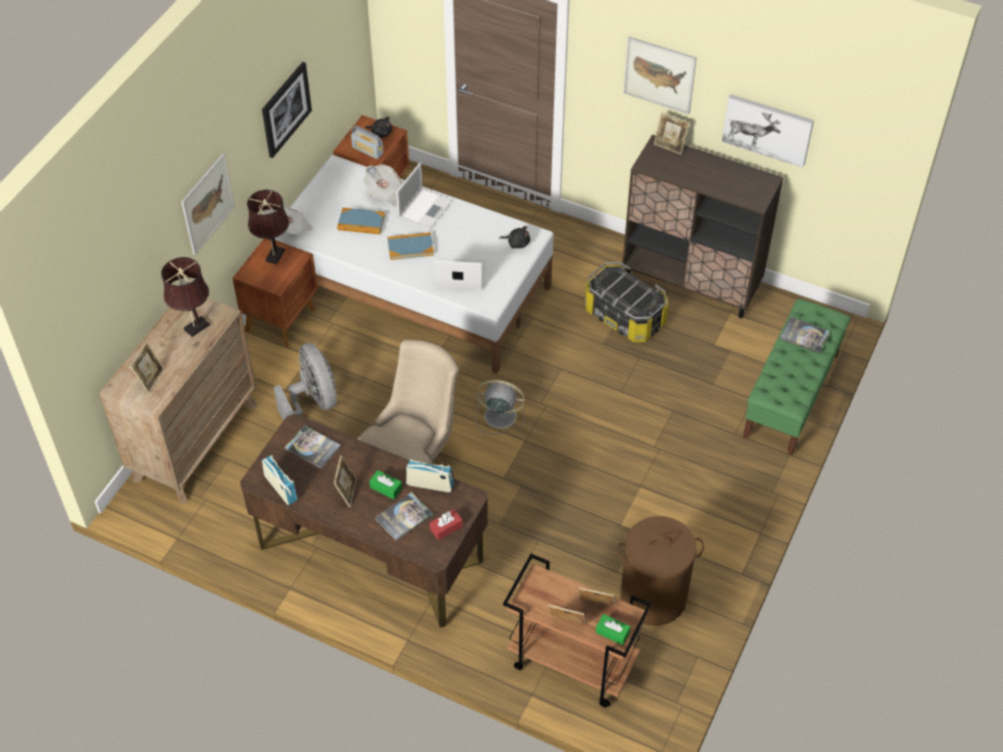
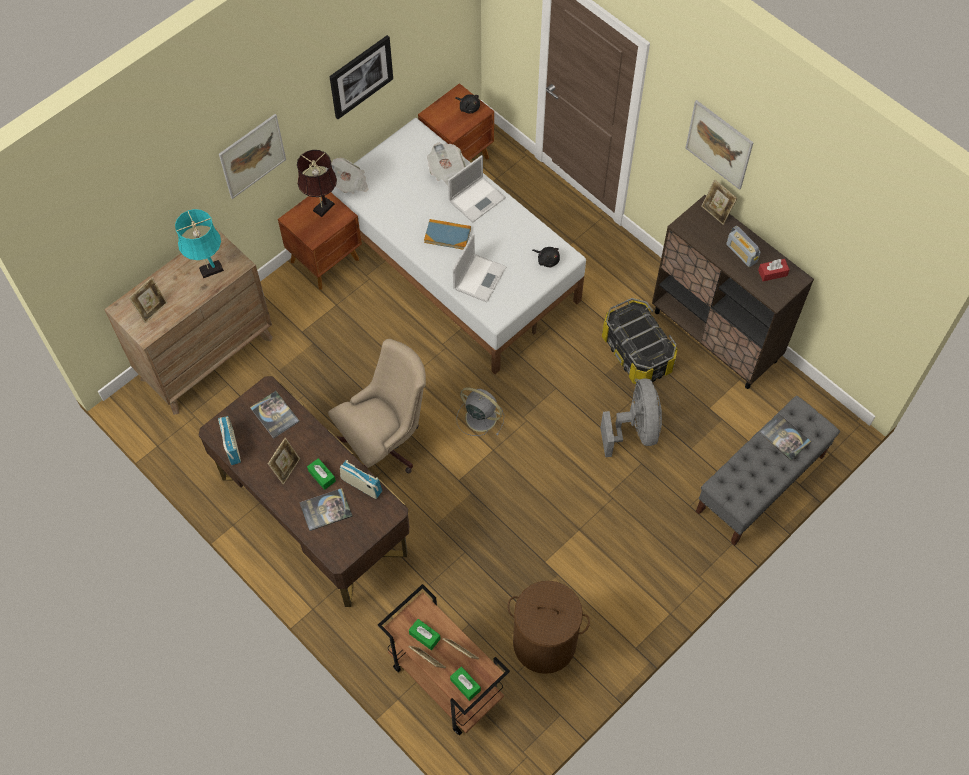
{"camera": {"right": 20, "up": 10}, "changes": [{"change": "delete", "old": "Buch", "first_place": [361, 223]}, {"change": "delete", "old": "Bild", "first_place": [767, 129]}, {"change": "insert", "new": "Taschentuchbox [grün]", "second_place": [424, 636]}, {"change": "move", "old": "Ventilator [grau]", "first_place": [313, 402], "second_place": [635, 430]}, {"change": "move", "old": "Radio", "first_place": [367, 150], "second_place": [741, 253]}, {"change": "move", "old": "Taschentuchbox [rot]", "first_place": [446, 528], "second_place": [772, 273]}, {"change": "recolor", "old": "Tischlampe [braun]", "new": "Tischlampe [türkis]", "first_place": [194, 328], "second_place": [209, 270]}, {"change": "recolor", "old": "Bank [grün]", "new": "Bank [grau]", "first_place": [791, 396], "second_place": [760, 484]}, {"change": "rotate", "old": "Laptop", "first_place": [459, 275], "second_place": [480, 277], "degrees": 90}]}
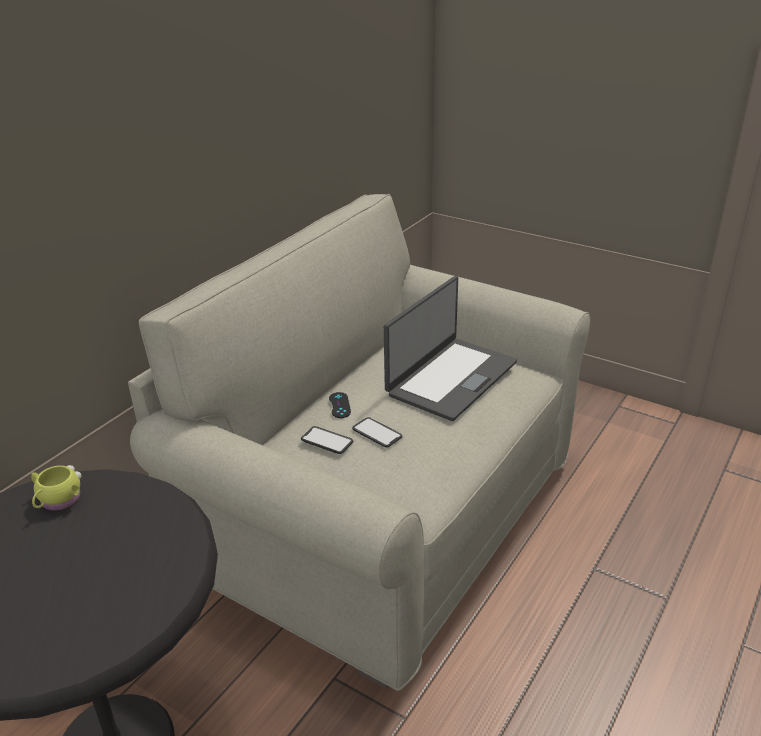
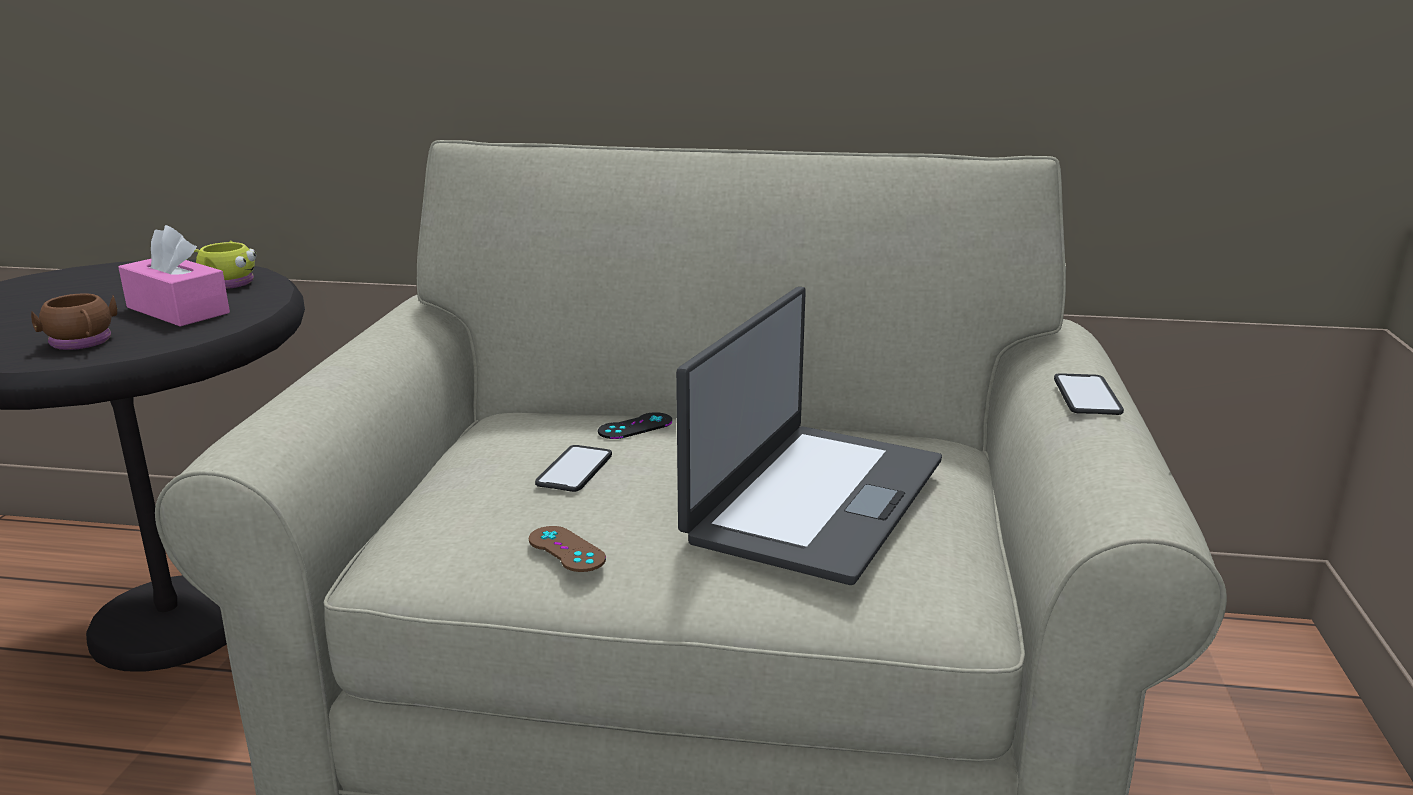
{"camera": {"right": 65, "up": -10}, "changes": [{"change": "insert", "new": "Henkelbecher [braun]", "second_place": [82, 343]}, {"change": "insert", "new": "Taschentuchbox [rosa]", "second_place": [178, 310]}, {"change": "insert", "new": "Gamepad [braun]", "second_place": [566, 549]}, {"change": "move", "old": "Handy", "first_place": [327, 441], "second_place": [1087, 396]}, {"change": "rotate", "old": "Laptop", "first_place": [450, 378], "second_place": [814, 499], "degrees": -75}]}
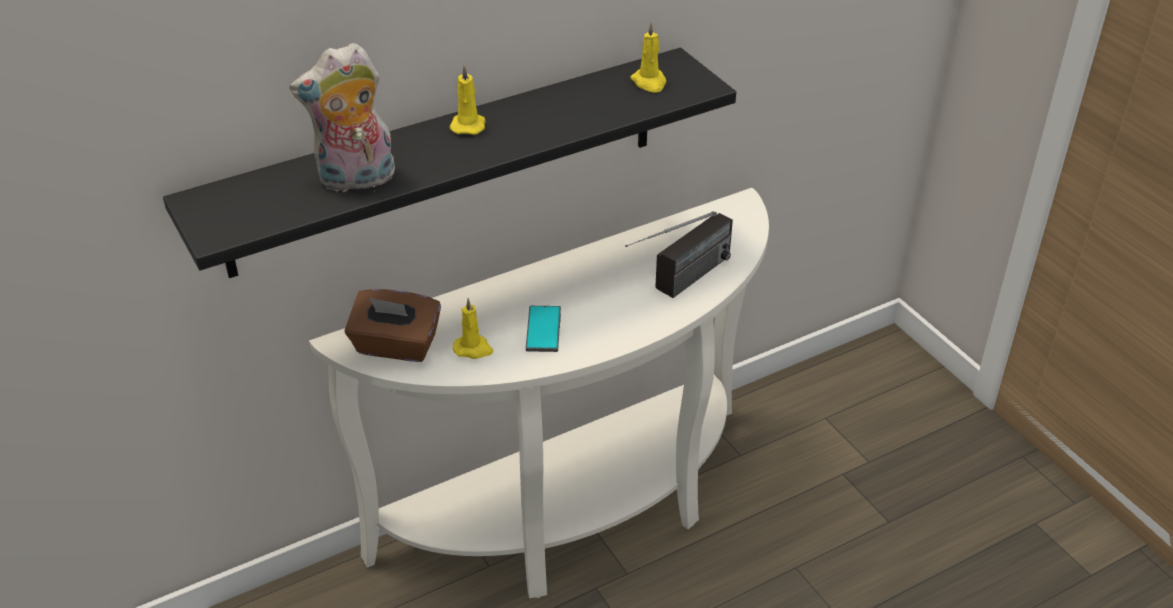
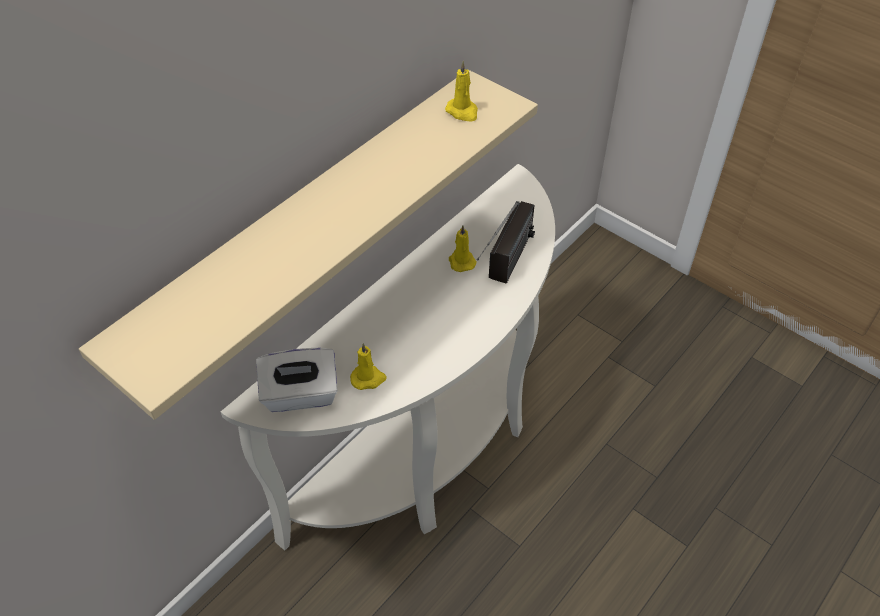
{"camera": {"right": -20, "up": 10}, "changes": [{"change": "delete", "old": "Plüschtier", "first_place": [356, 181]}, {"change": "delete", "old": "Handy", "first_place": [543, 329]}, {"change": "move", "old": "Kerze [gelb]", "first_place": [468, 125], "second_place": [461, 261]}, {"change": "recolor", "old": "Wandregal [schwarz]", "new": "Wandregal [beige]", "first_place": [446, 161], "second_place": [307, 225]}, {"change": "recolor", "old": "Taschentuchbox [braun]", "new": "Taschentuchbox [weiß]", "first_place": [396, 346], "second_place": [300, 395]}]}
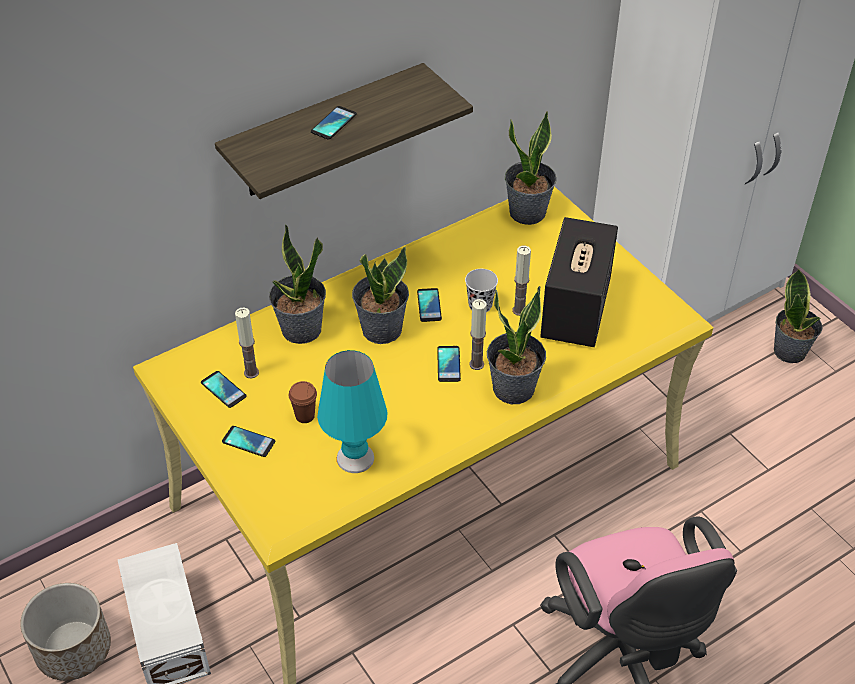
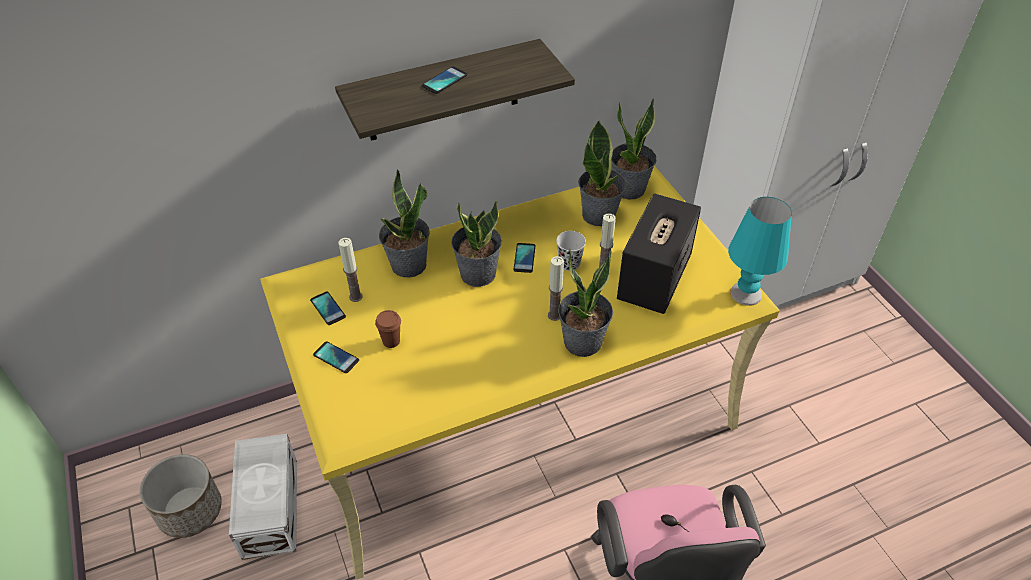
{"camera": {"right": 10, "up": 0}, "changes": [{"change": "delete", "old": "Handy", "first_place": [448, 364]}, {"change": "move", "old": "Tischlampe [türkis]", "first_place": [355, 457], "second_place": [746, 293]}, {"change": "move", "old": "Topfpflanze", "first_place": [790, 351], "second_place": [599, 215]}]}
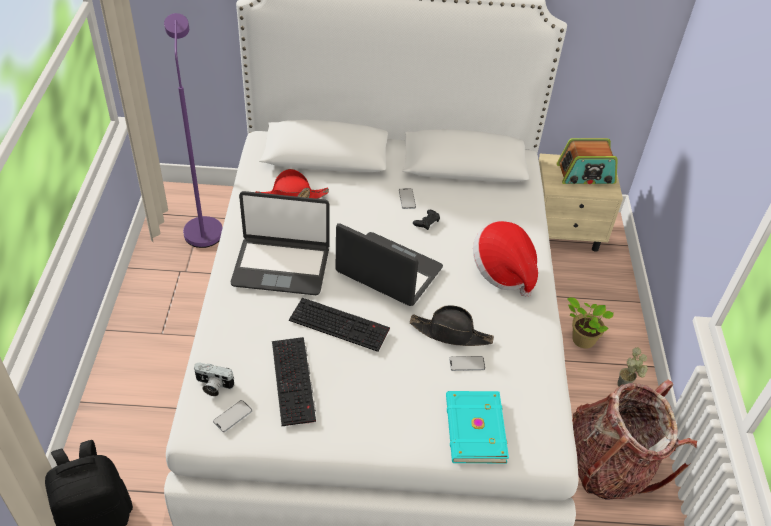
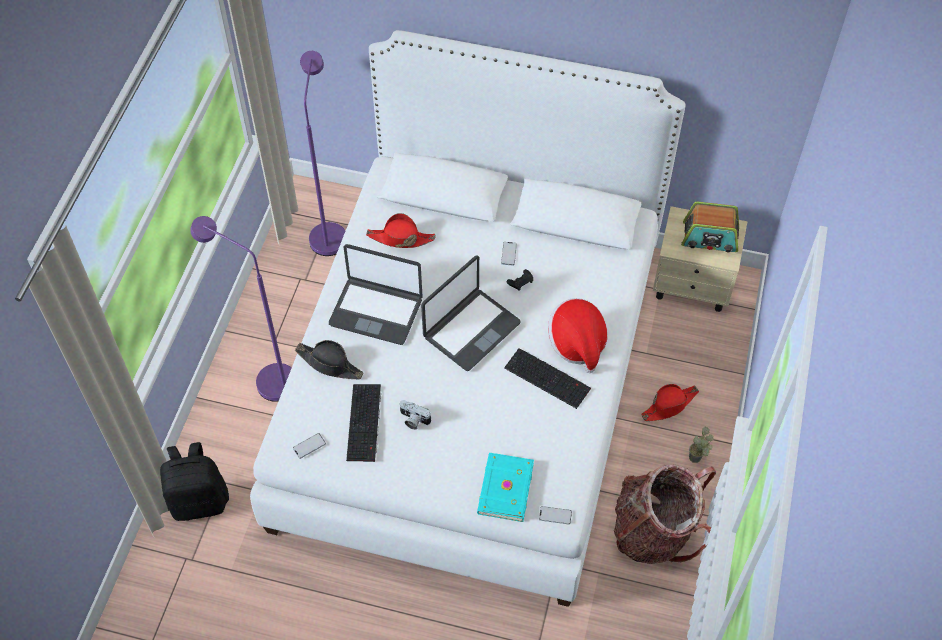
{"camera": {"right": 15, "up": 10}, "changes": [{"change": "insert", "new": "Stehlampe [lila]", "second_place": [267, 378]}, {"change": "move", "old": "Kamera", "first_place": [213, 386], "second_place": [413, 420]}, {"change": "move", "old": "Tastatur", "first_place": [341, 324], "second_place": [548, 378]}, {"change": "move", "old": "Hut [schwarz]", "first_place": [451, 333], "second_place": [330, 364]}, {"change": "move", "old": "Handy", "first_place": [467, 364], "second_place": [555, 515]}, {"change": "replace", "old": "Topfpflanze", "new": "Hut [rot]", "first_place": [581, 339], "second_place": [669, 405]}, {"change": "rotate", "old": "Laptop", "first_place": [388, 271], "second_place": [471, 329], "degrees": 90}]}
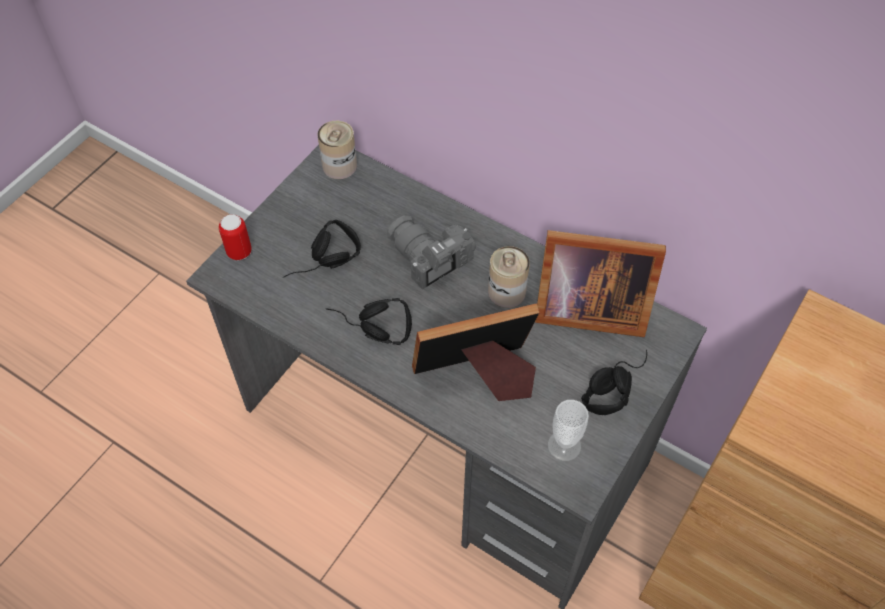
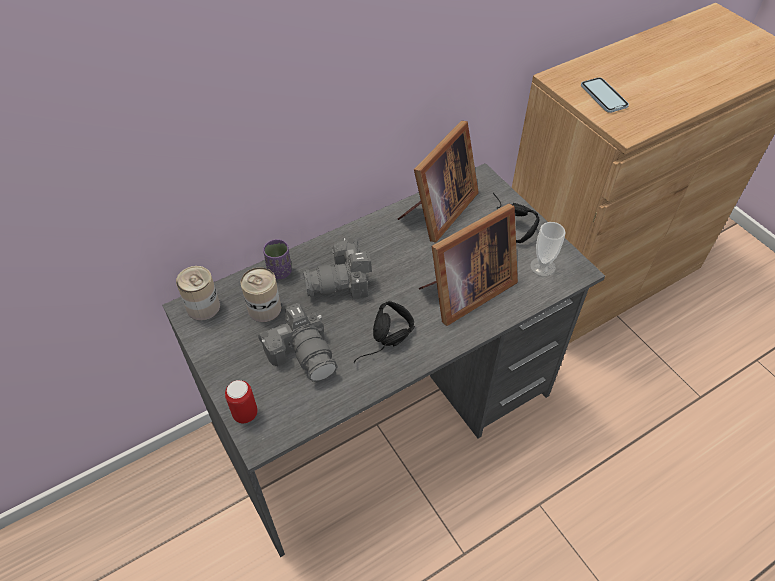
{"camera": {"right": -65, "up": -5}, "changes": [{"change": "insert", "new": "Tasse [lila]", "second_place": [280, 271]}, {"change": "insert", "new": "Handy", "second_place": [603, 96]}, {"change": "move", "old": "Dose", "first_place": [506, 292], "second_place": [264, 308]}, {"change": "replace", "old": "Kopfhörer [schwarz]", "new": "Kamera", "first_place": [325, 266], "second_place": [303, 353]}, {"change": "rotate", "old": "Bilderrahmen", "first_place": [478, 376], "second_place": [464, 292], "degrees": -135}]}
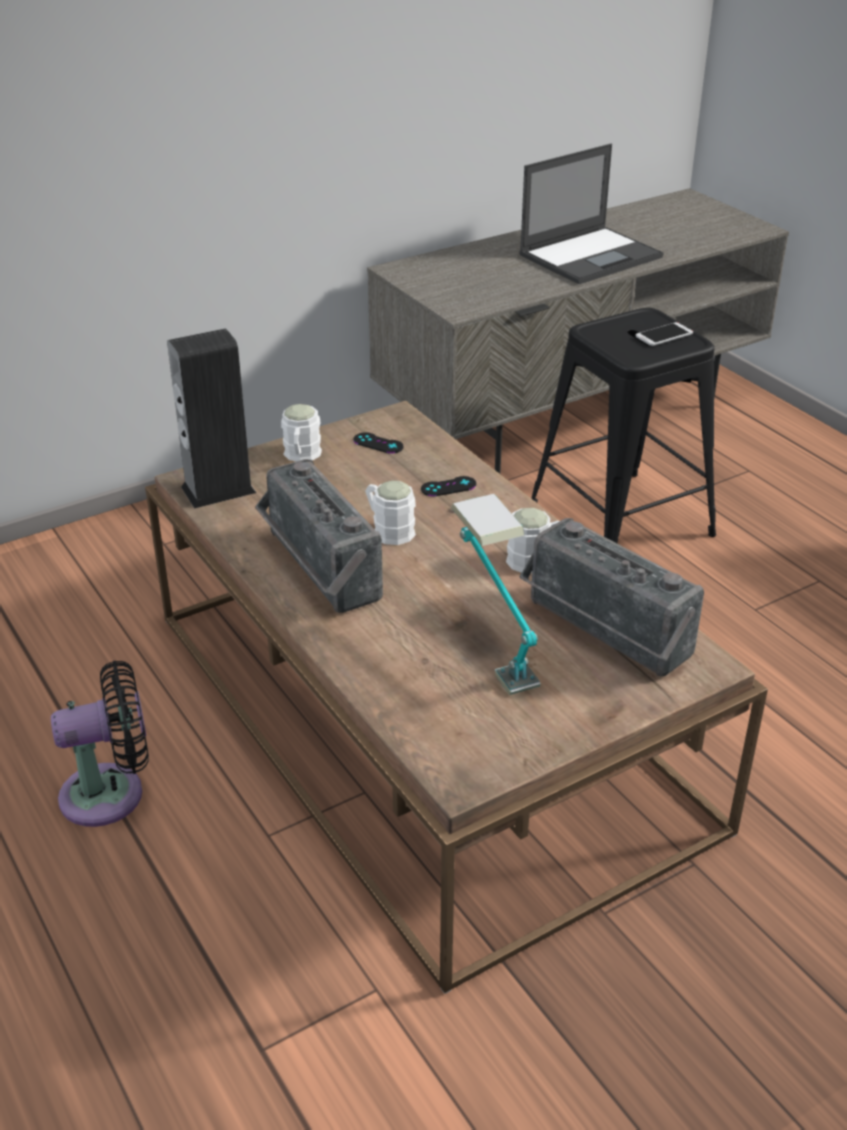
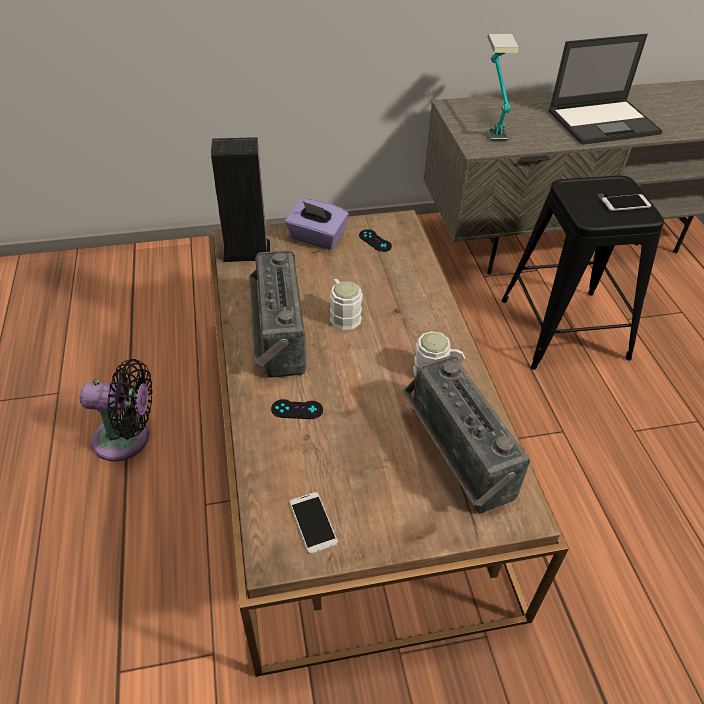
{"camera": {"right": 20, "up": 10}, "changes": [{"change": "insert", "new": "Handy", "second_place": [313, 523]}, {"change": "move", "old": "Gamepad [schwarz]", "first_place": [448, 487], "second_place": [297, 409]}, {"change": "move", "old": "Tischlampe", "first_place": [493, 648], "second_place": [492, 122]}, {"change": "replace", "old": "Henkelbecher [weiß]", "new": "Taschentuchbox [lila]", "first_place": [301, 456], "second_place": [316, 238]}]}
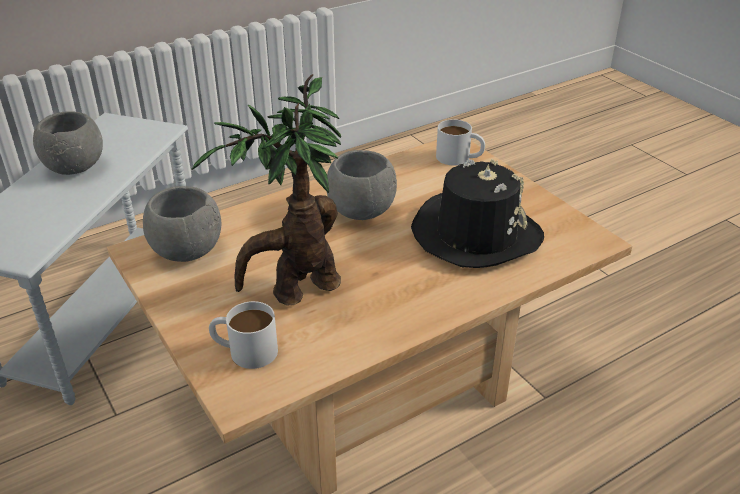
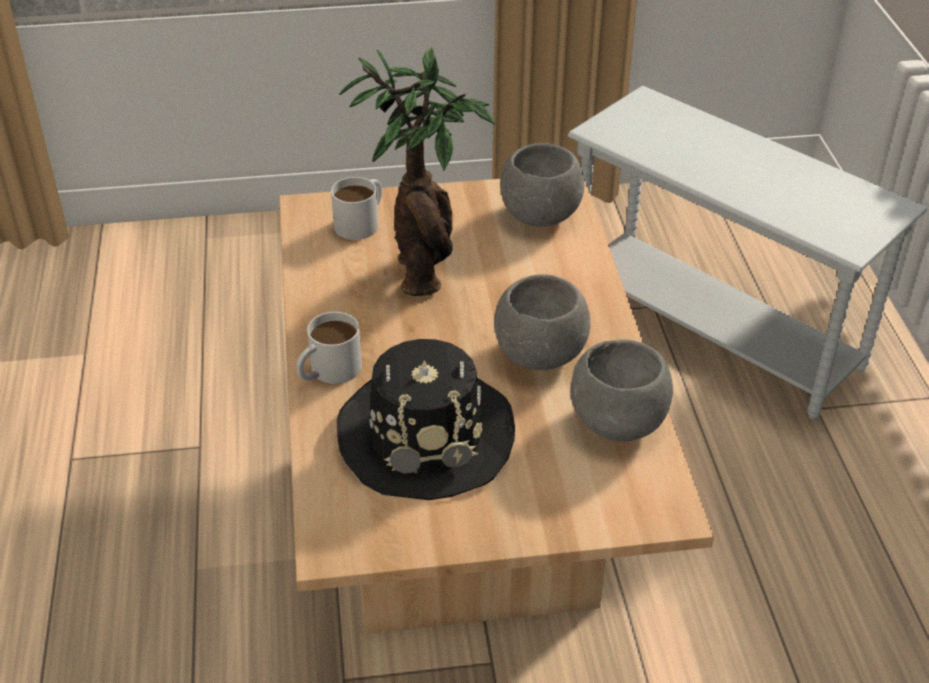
{"camera": {"right": 115, "up": 5}, "changes": [{"change": "move", "old": "Schüssel [grau]", "first_place": [75, 167], "second_place": [618, 423]}, {"change": "move", "old": "Henkelbecher [weiß]", "first_place": [459, 158], "second_place": [328, 371]}]}
